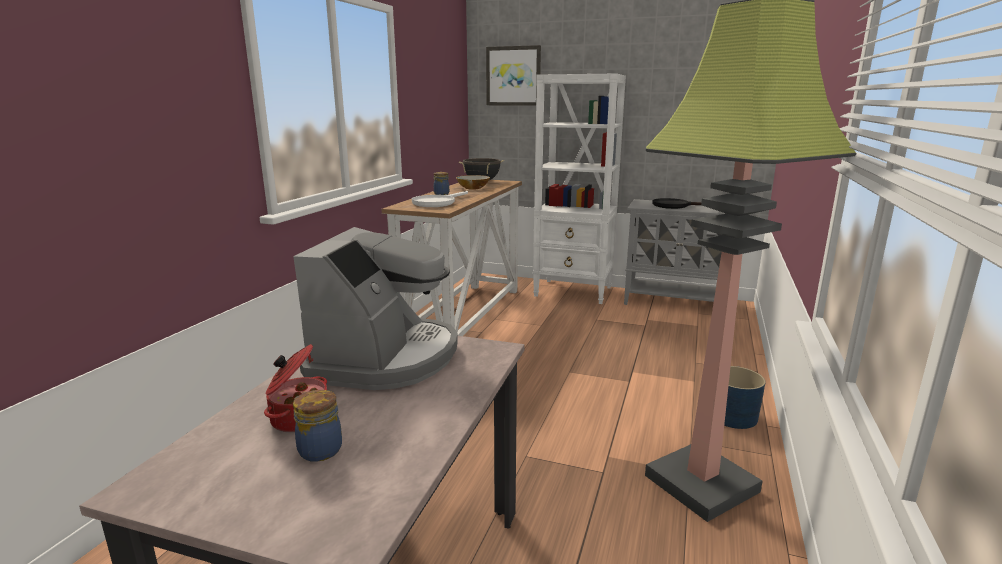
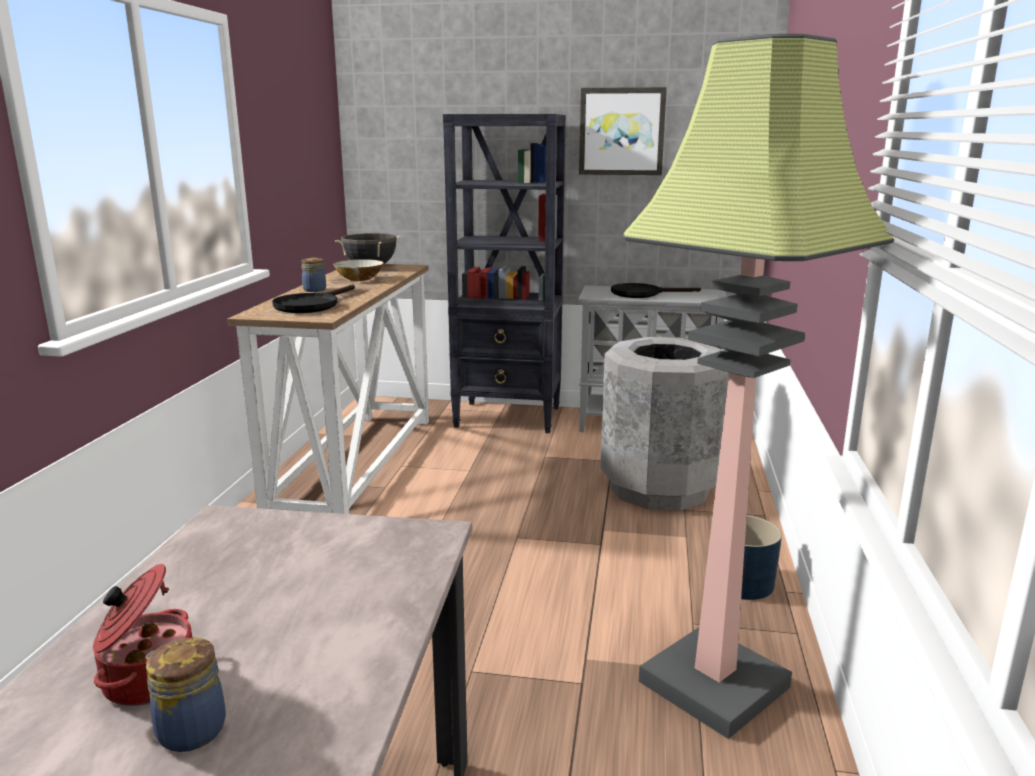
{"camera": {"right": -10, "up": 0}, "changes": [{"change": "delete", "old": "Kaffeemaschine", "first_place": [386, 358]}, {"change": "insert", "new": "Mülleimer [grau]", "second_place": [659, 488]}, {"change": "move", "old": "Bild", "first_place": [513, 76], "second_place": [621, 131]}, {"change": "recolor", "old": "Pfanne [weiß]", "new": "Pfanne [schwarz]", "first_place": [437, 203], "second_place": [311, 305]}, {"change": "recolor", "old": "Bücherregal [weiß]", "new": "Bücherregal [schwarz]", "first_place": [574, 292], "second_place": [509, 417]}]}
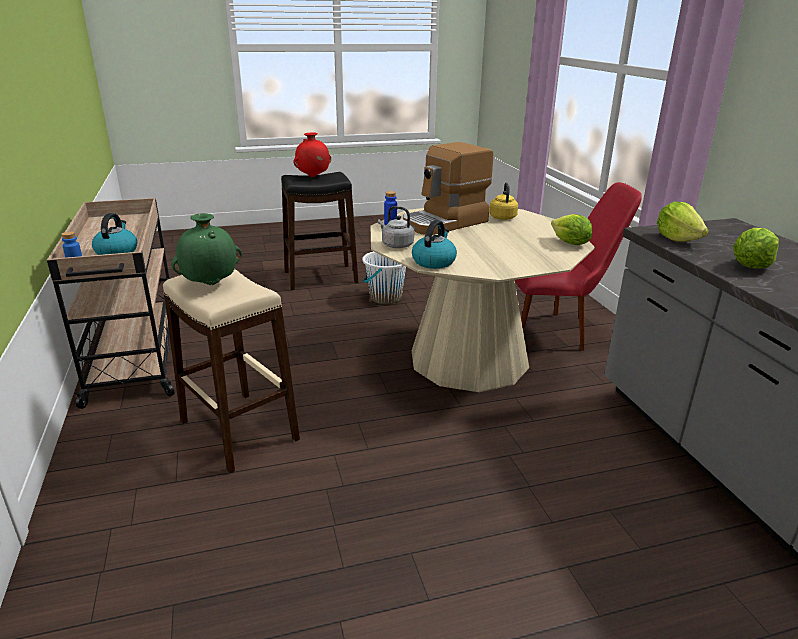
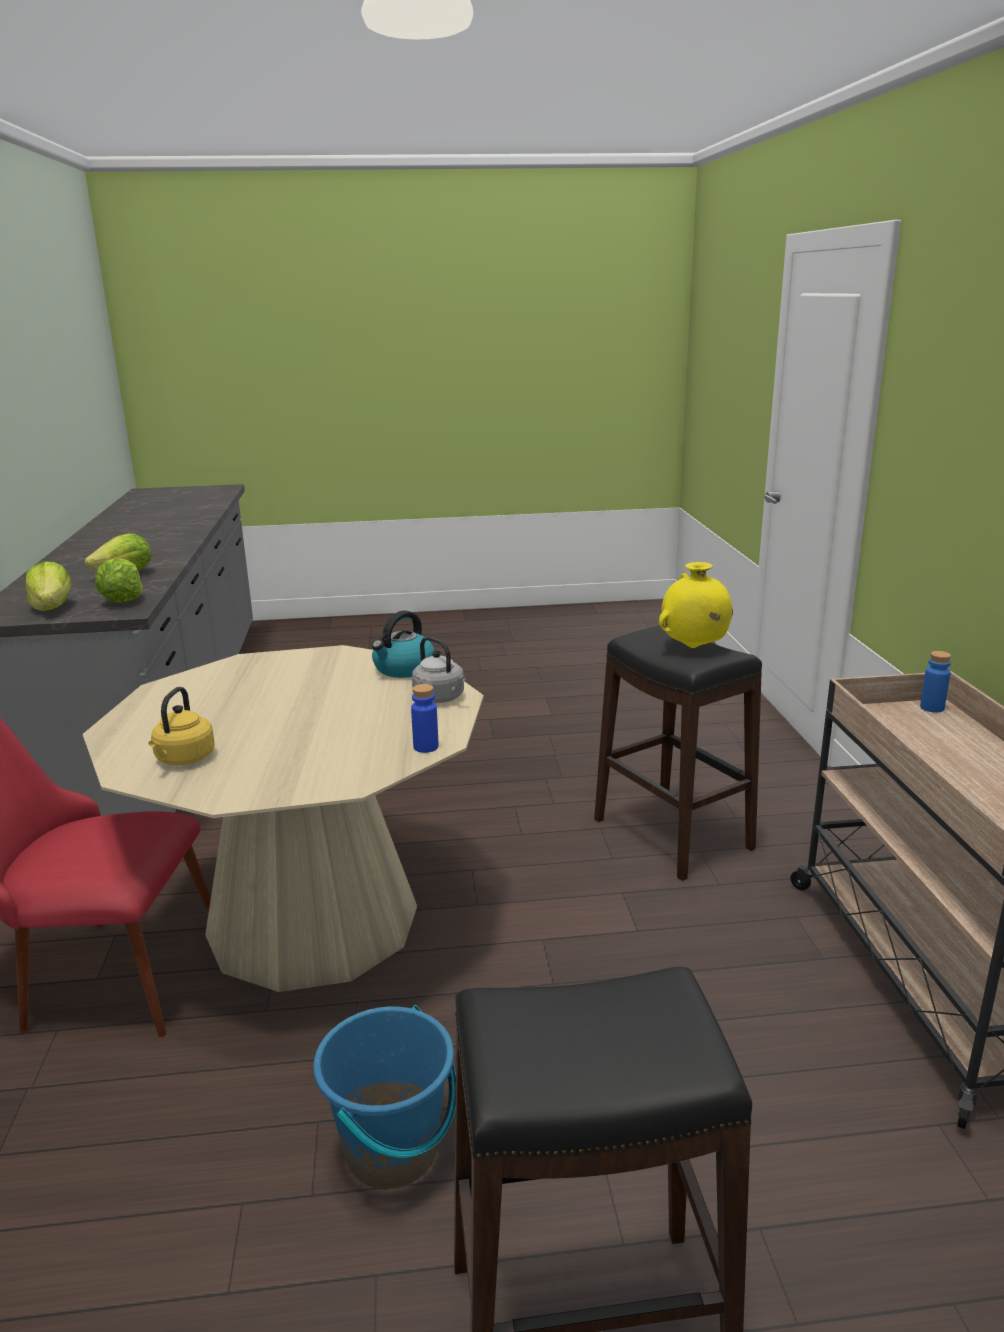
{"camera": {"right": -170, "up": -5}, "changes": [{"change": "delete", "old": "Wasserkessel", "first_place": [117, 252]}, {"change": "delete", "old": "Vase [rot]", "first_place": [313, 177]}, {"change": "delete", "old": "Kaffeemaschine", "first_place": [445, 223]}, {"change": "move", "old": "Salatkopf", "first_place": [570, 243], "second_place": [52, 607]}, {"change": "recolor", "old": "Hocker [beige]", "new": "Hocker [schwarz]", "first_place": [239, 430], "second_place": [671, 834]}, {"change": "recolor", "old": "Vase [grün]", "new": "Vase [gelb]", "first_place": [211, 284], "second_place": [693, 647]}, {"change": "recolor", "old": "Eimer [weiß]", "new": "Eimer [blau]", "first_place": [385, 298], "second_place": [393, 1151]}]}
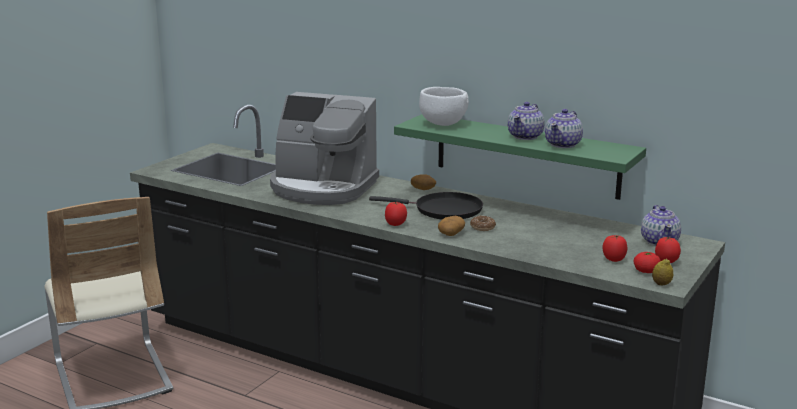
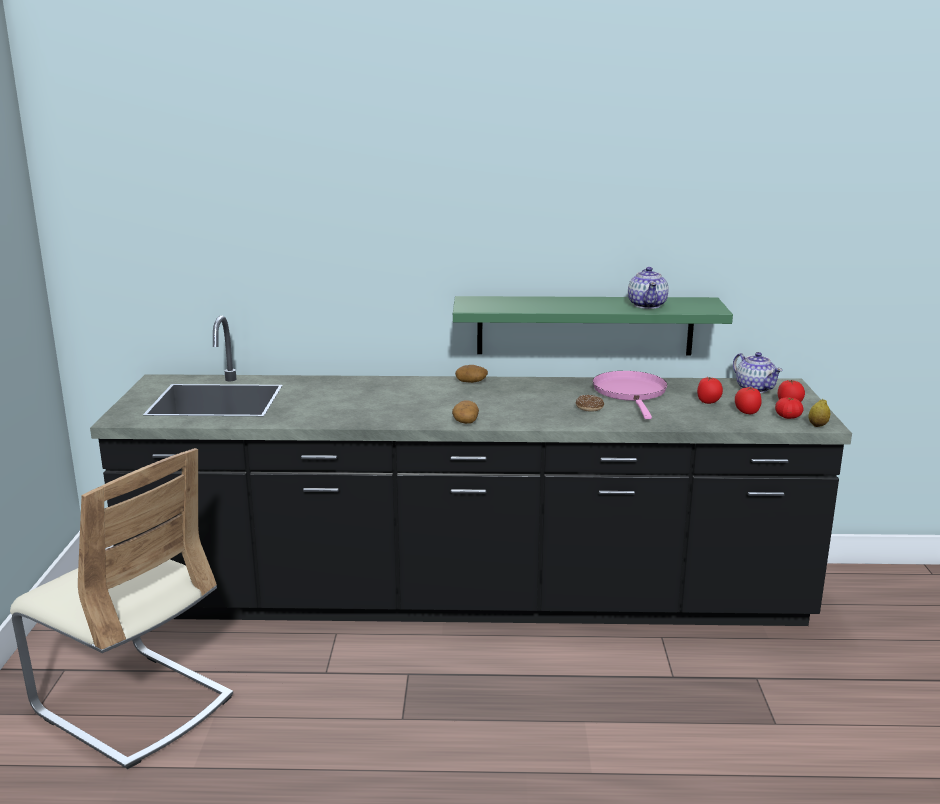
{"camera": {"right": -30, "up": 0}, "changes": [{"change": "delete", "old": "Kaffeemaschine", "first_place": [322, 188]}, {"change": "delete", "old": "Pfanne [schwarz]", "first_place": [443, 210]}, {"change": "delete", "old": "Schüssel [weiß]", "first_place": [443, 124]}, {"change": "delete", "old": "Teekanne", "first_place": [526, 136]}, {"change": "insert", "new": "Pfanne [rosa]", "second_place": [630, 393]}, {"change": "move", "old": "Tomate", "first_place": [396, 224], "second_place": [708, 402]}, {"change": "move", "old": "Kartoffel", "first_place": [451, 233], "second_place": [465, 421]}]}
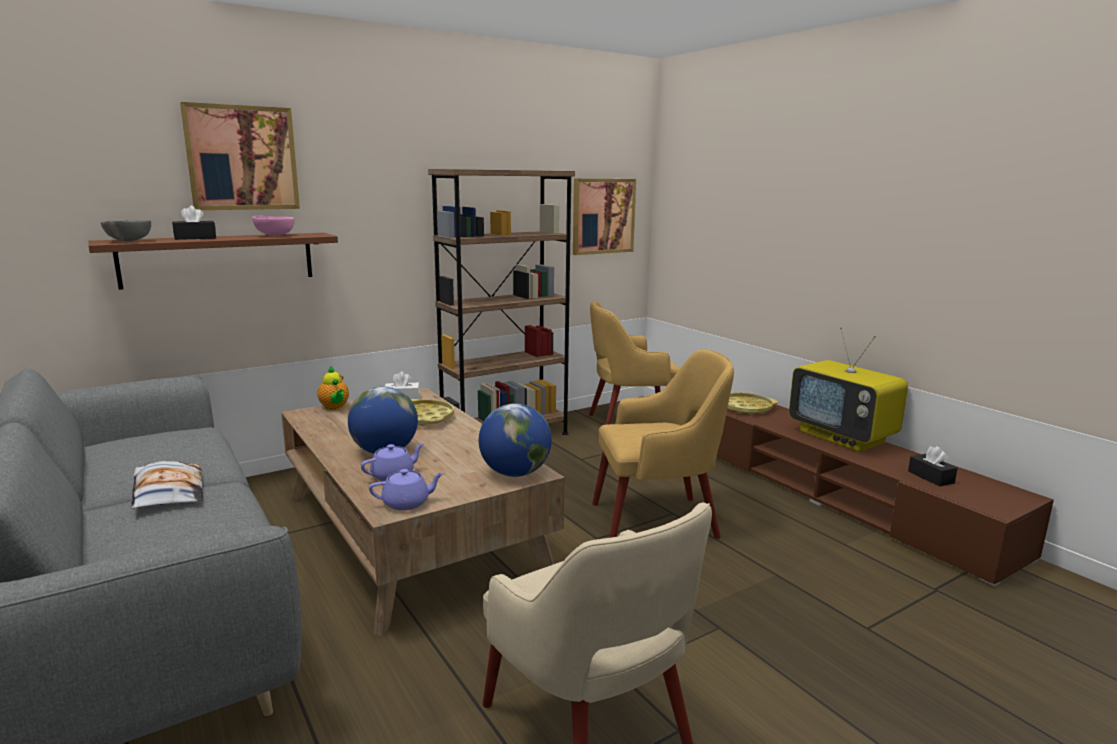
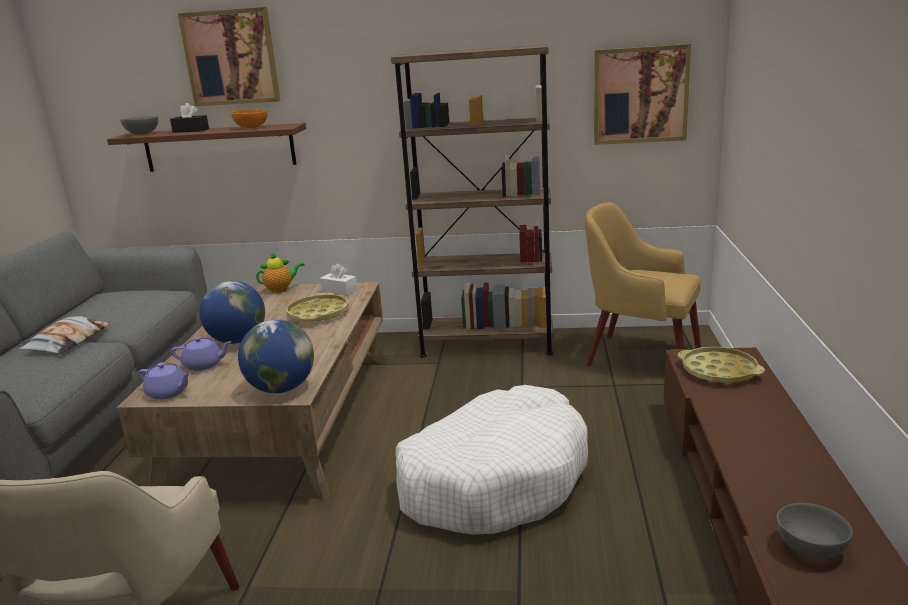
{"camera": {"right": 40, "up": 5}, "changes": [{"change": "delete", "old": "Fernseher", "first_place": [842, 437]}, {"change": "replace", "old": "Sessel [gelb]", "new": "Hundebett [weiß]", "first_place": [658, 520], "second_place": [494, 479]}, {"change": "replace", "old": "Taschentuchbox [schwarz]", "new": "Schüssel [grau]", "first_place": [930, 477], "second_place": [808, 548]}, {"change": "recolor", "old": "Schüssel [rosa]", "new": "Schüssel [orange]", "first_place": [274, 235], "second_place": [252, 127]}, {"change": "rotate", "old": "Teekanne", "first_place": [335, 407], "second_place": [281, 289], "degrees": -120}]}
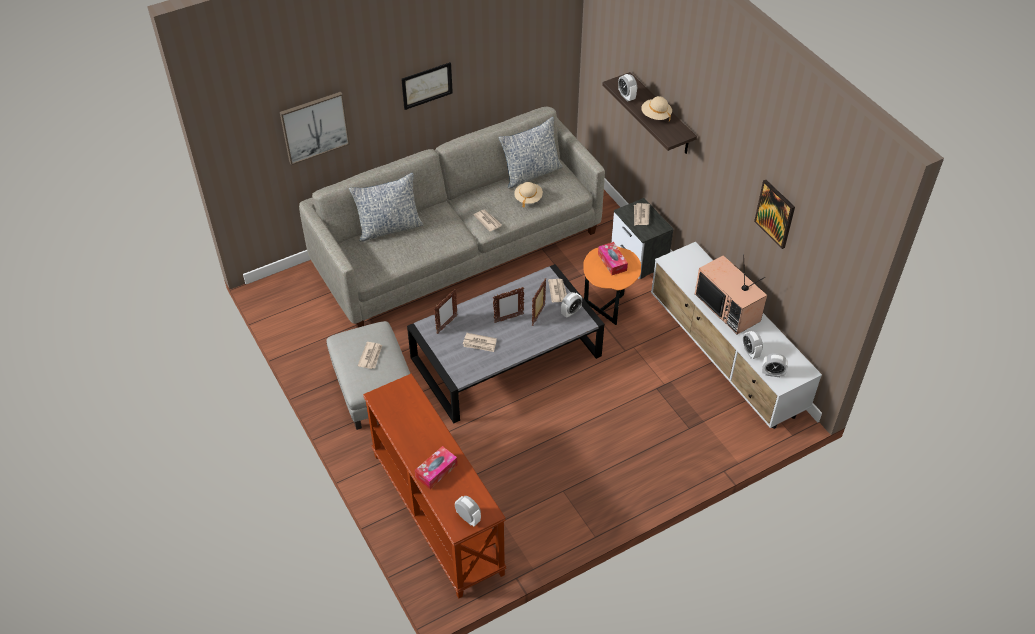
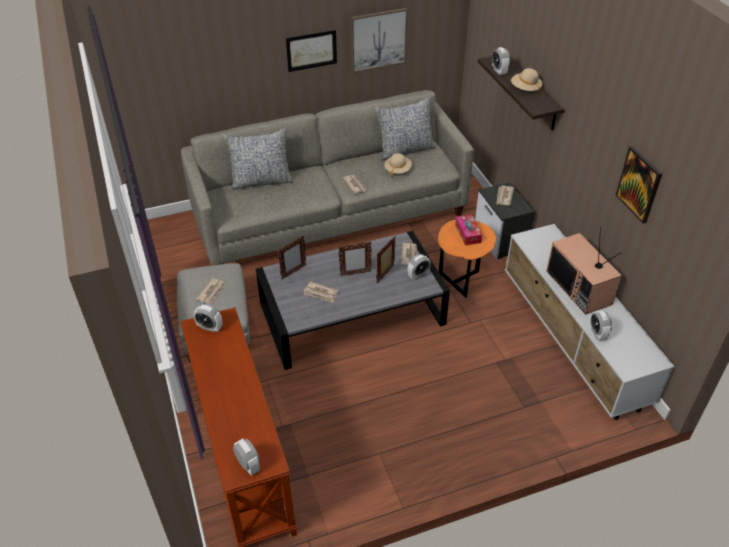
{"camera": {"right": 10, "up": -5}, "changes": [{"change": "delete", "old": "Taschentuchbox", "first_place": [436, 471]}, {"change": "move", "old": "Bild", "first_place": [314, 127], "second_place": [378, 39]}, {"change": "move", "old": "Wecker", "first_place": [772, 373], "second_place": [210, 327]}]}
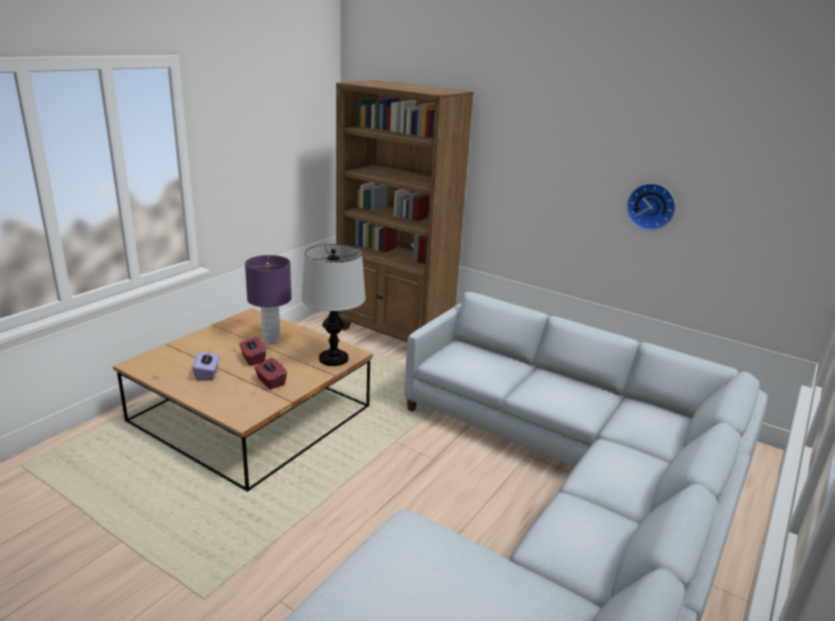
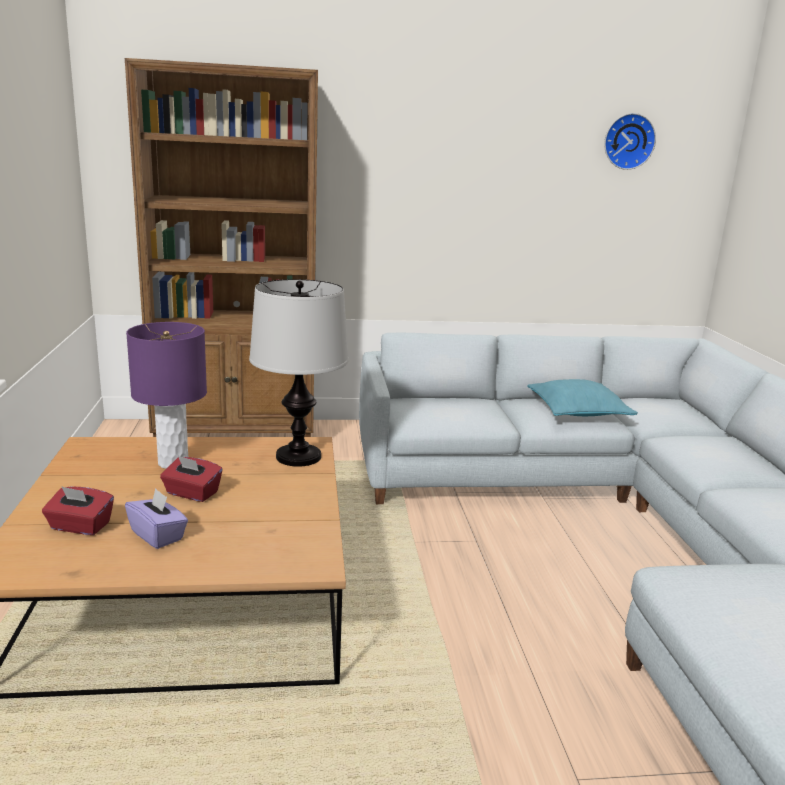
{"camera": {"right": -40, "up": -5}, "changes": [{"change": "insert", "new": "Kissen [türkis]", "second_place": [577, 411]}, {"change": "move", "old": "Taschentuchbox [rot]", "first_place": [270, 382], "second_place": [80, 526]}, {"change": "move", "old": "Wanduhr", "first_place": [651, 206], "second_place": [628, 141]}]}
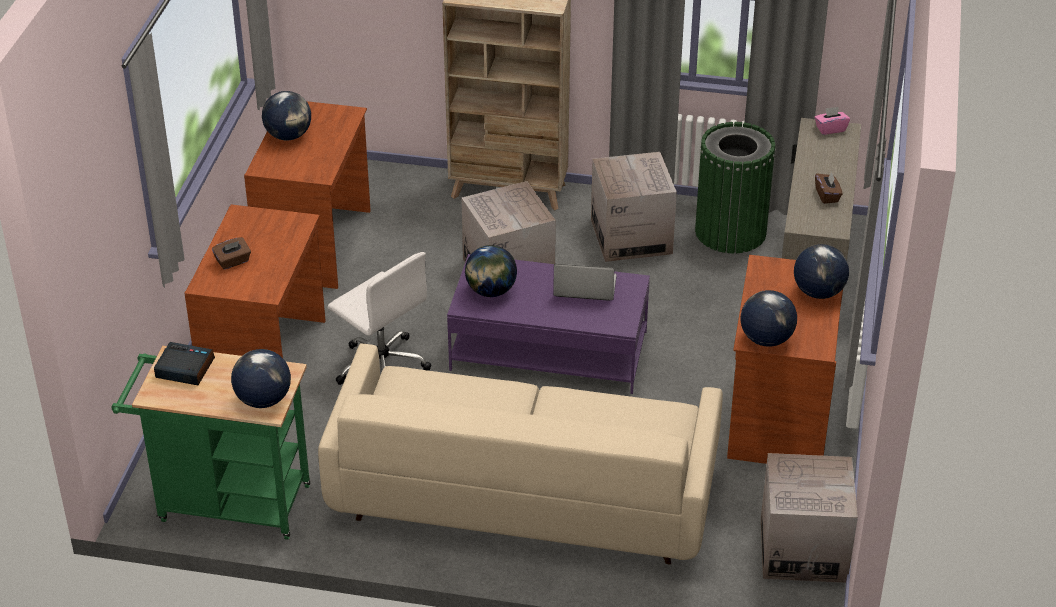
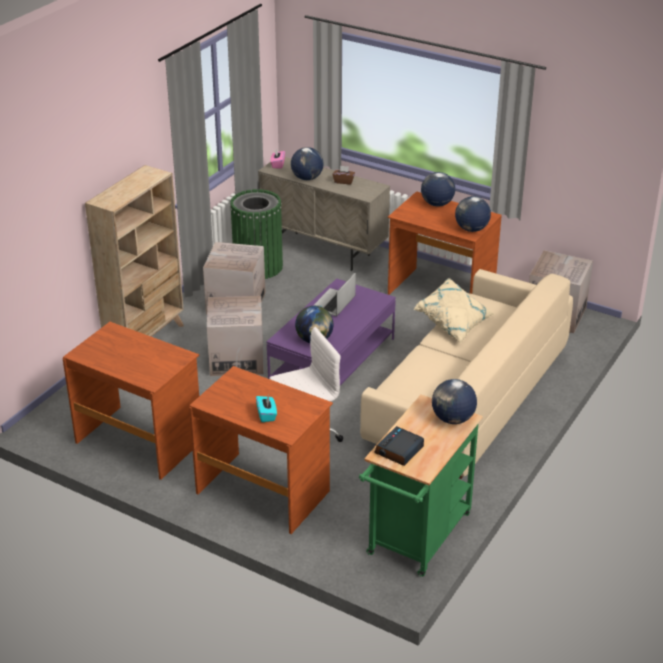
{"camera": {"right": -70, "up": -5}, "changes": [{"change": "insert", "new": "Kissen [beige]", "second_place": [454, 323]}, {"change": "move", "old": "Globus", "first_place": [288, 136], "second_place": [307, 178]}, {"change": "recolor", "old": "Taschentuchbox [braun]", "new": "Taschentuchbox [türkis]", "first_place": [233, 262], "second_place": [266, 415]}]}
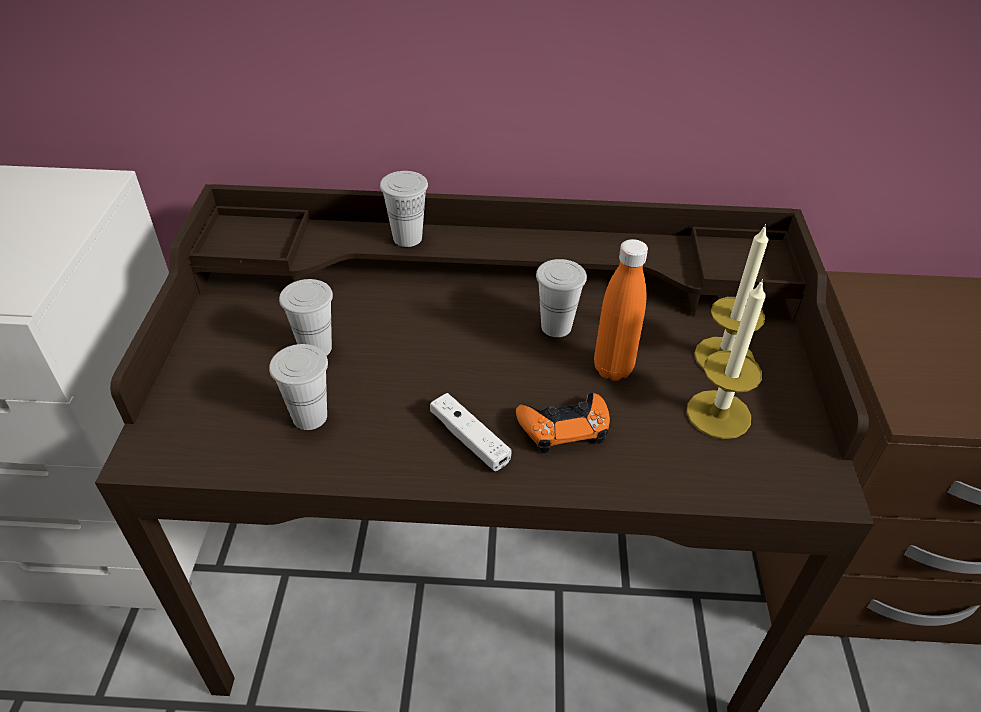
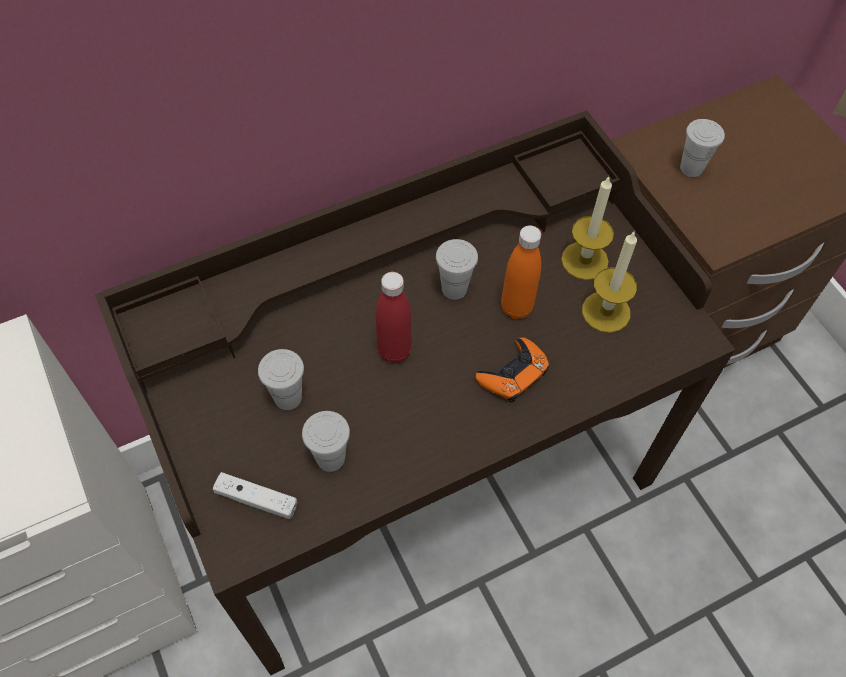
{"camera": {"right": -30, "up": 15}, "changes": [{"change": "insert", "new": "Flasche [rot]", "second_place": [394, 351]}, {"change": "move", "old": "Tasse [weiß]", "first_place": [407, 238], "second_place": [691, 168]}, {"change": "move", "old": "Gamepad [weiß]", "first_place": [469, 439], "second_place": [256, 499]}]}
